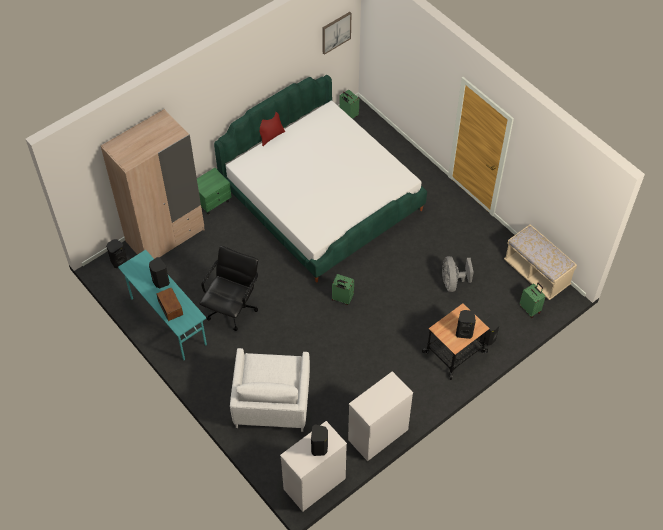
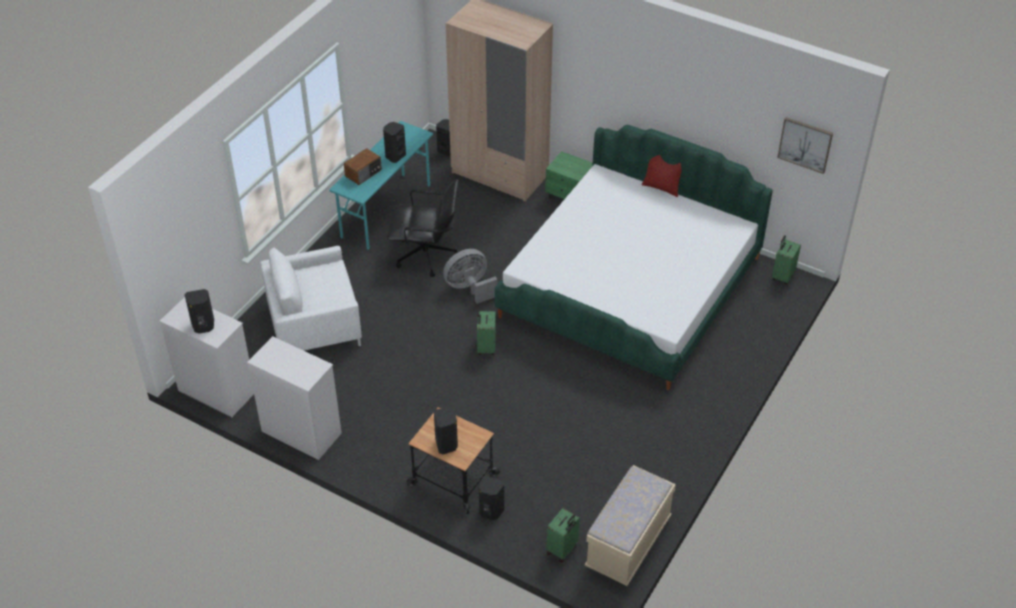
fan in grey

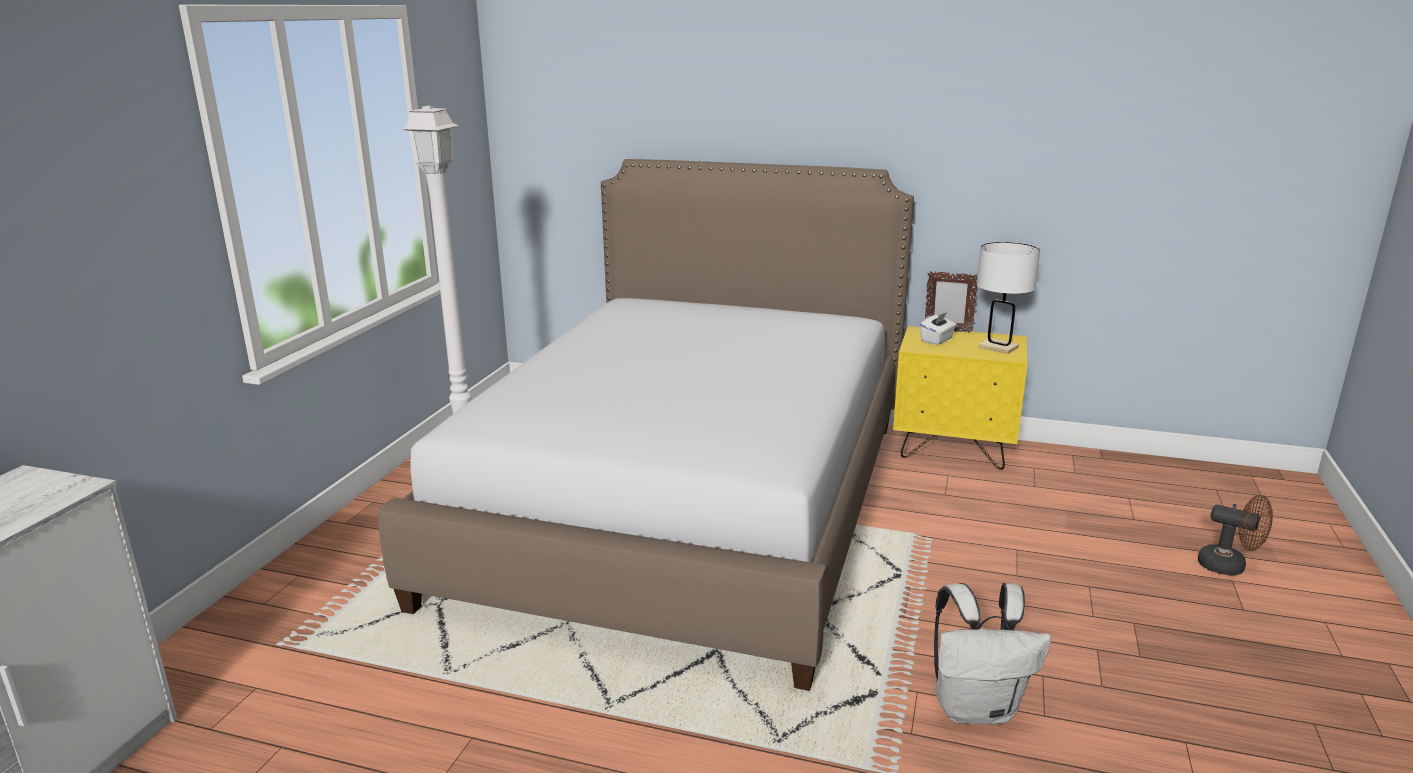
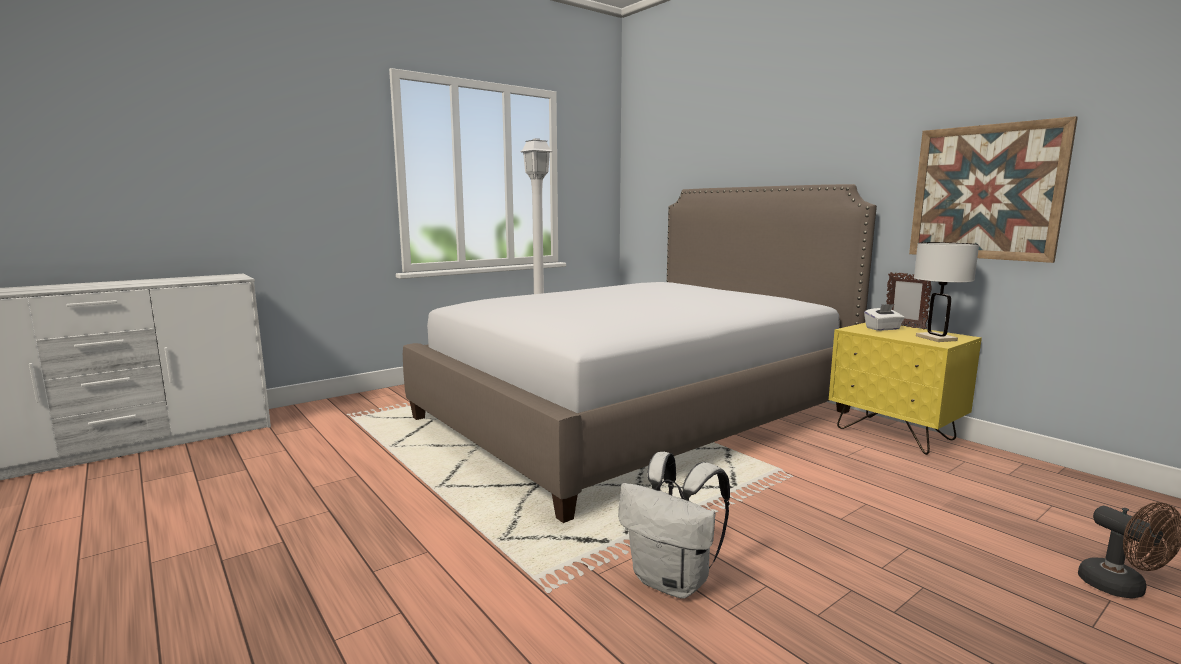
picture

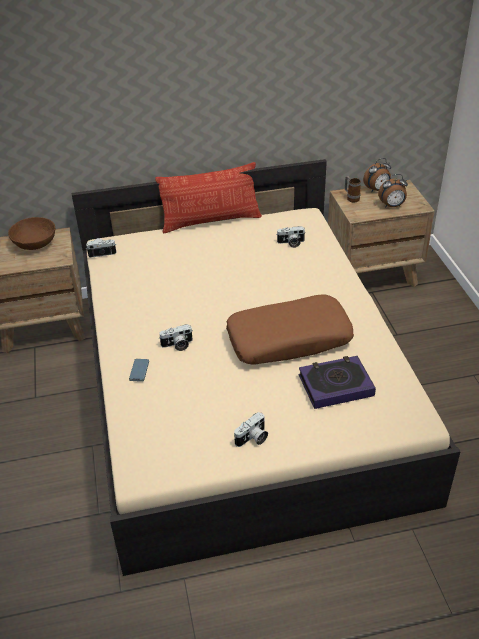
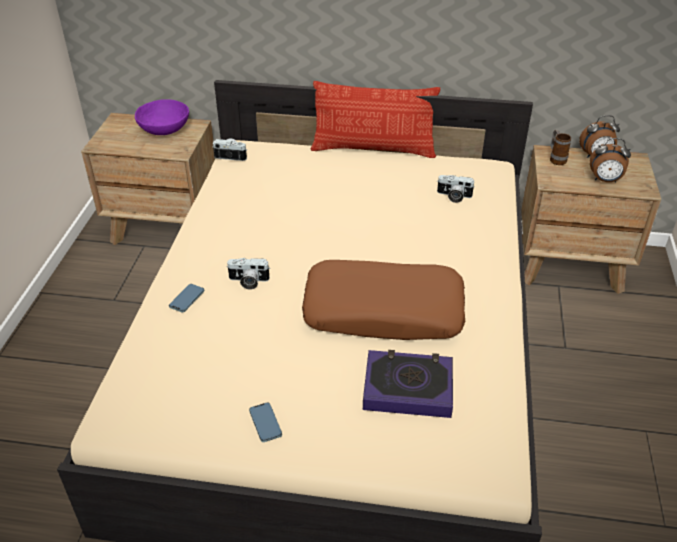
phone (2nd from left); bowl in purple

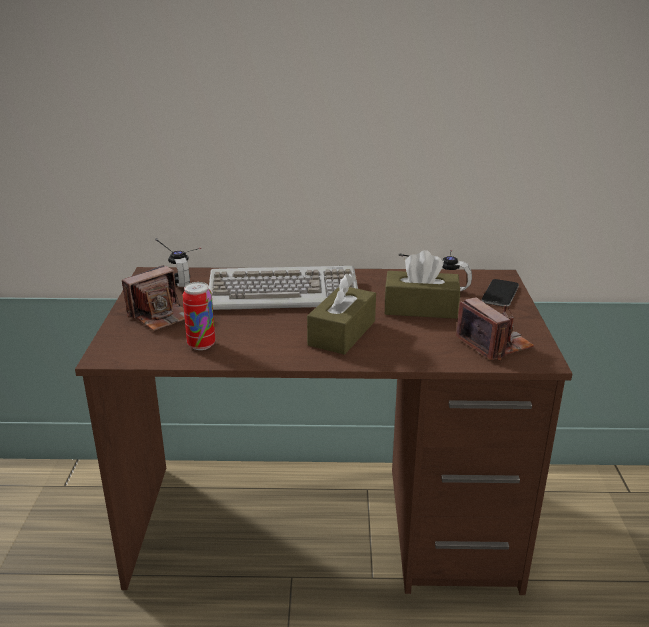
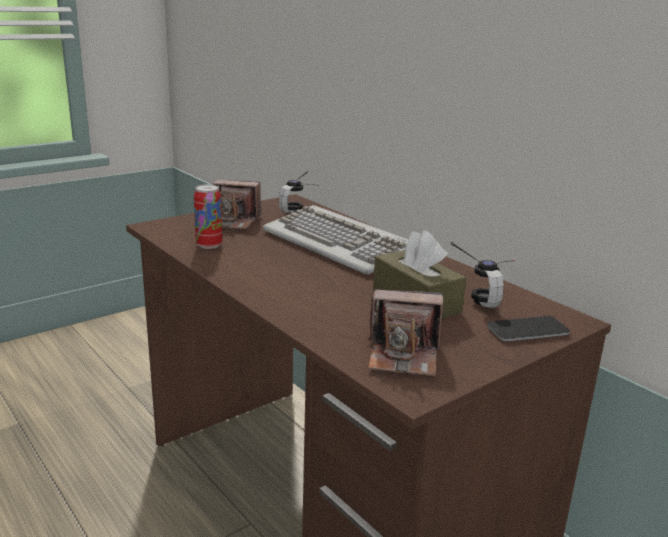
tissue box in brown (1st from left in the first image); photo camera (2nd from left)

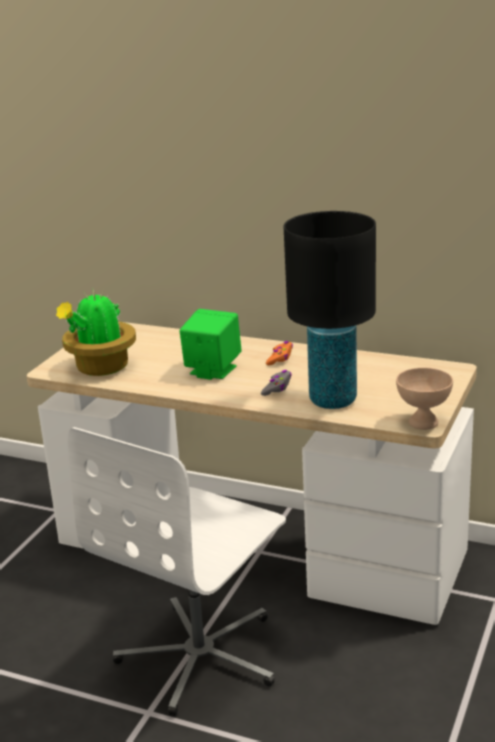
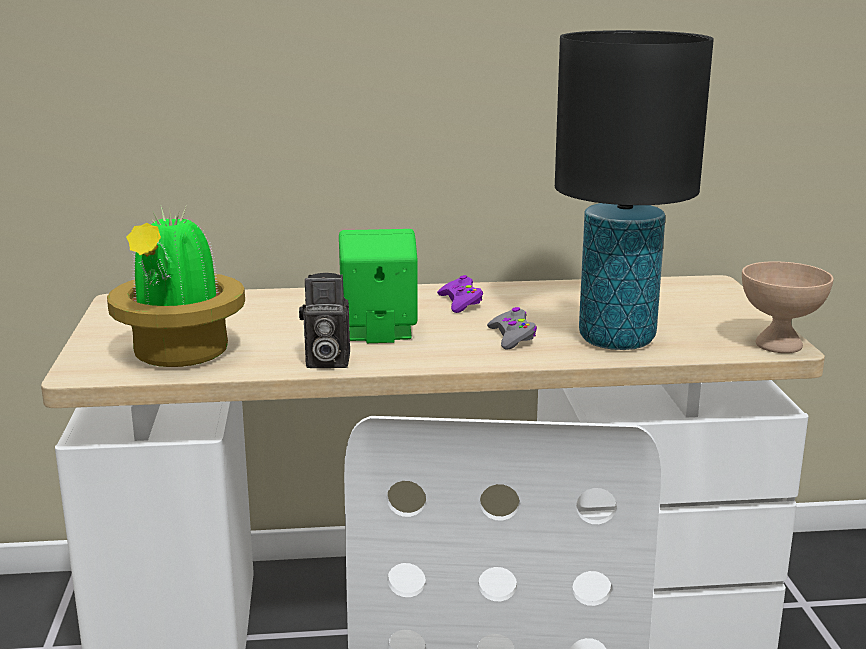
photo camera; game controller in purple

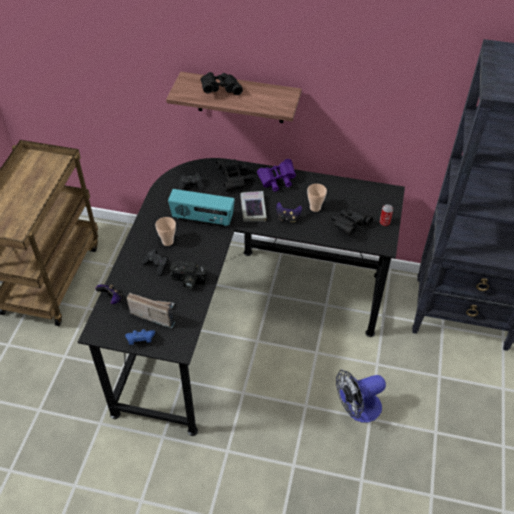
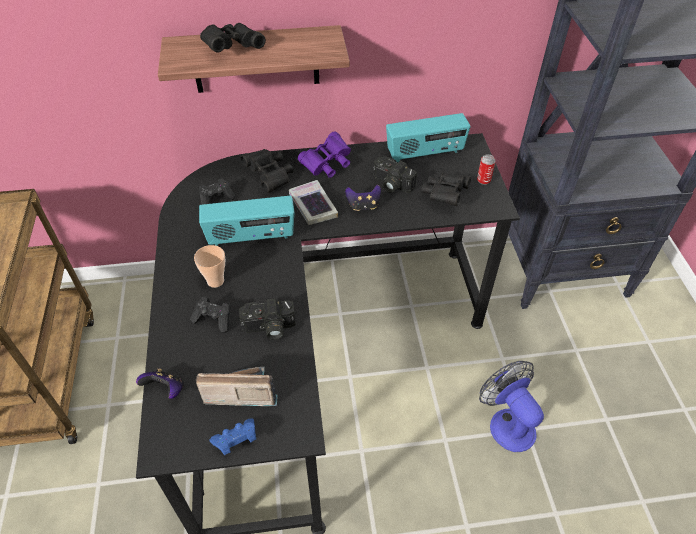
radio (3rd from left); photo camera (2nd from left); fan

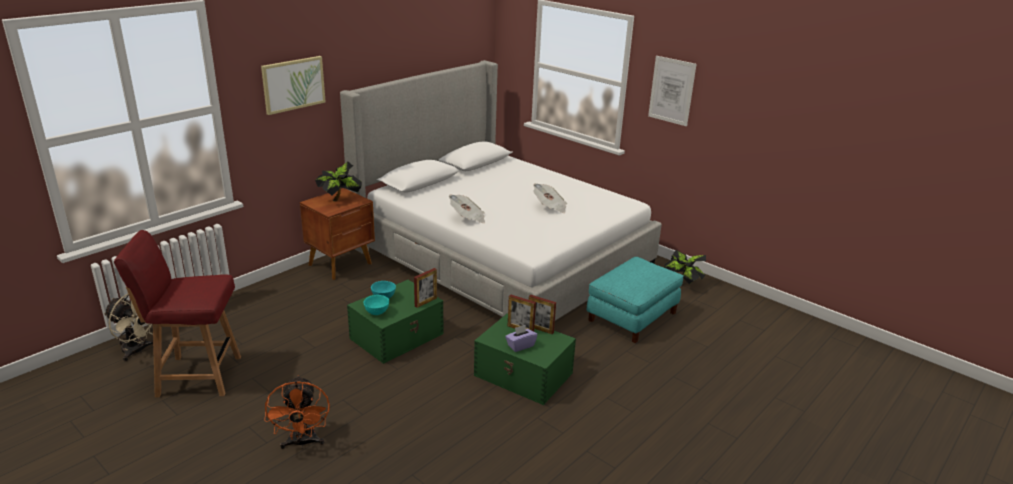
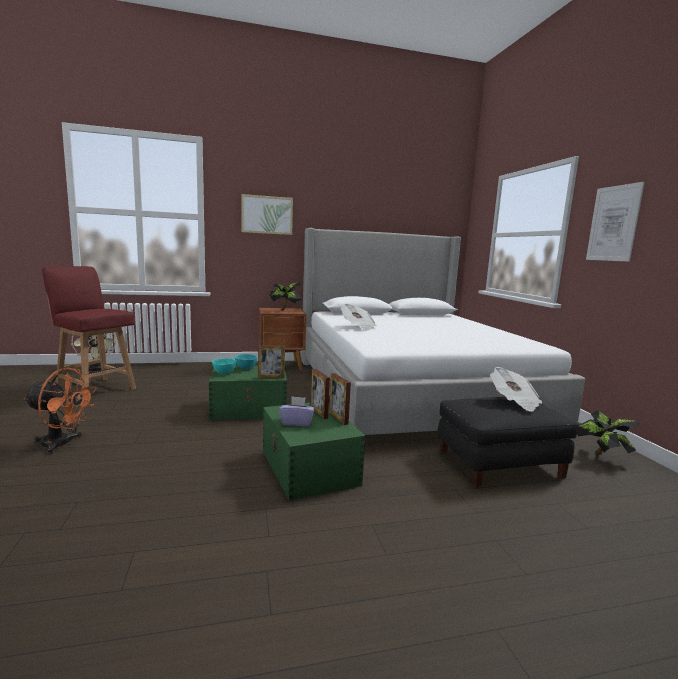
newspaper (2nd from left); ottoman in black; fan in orange

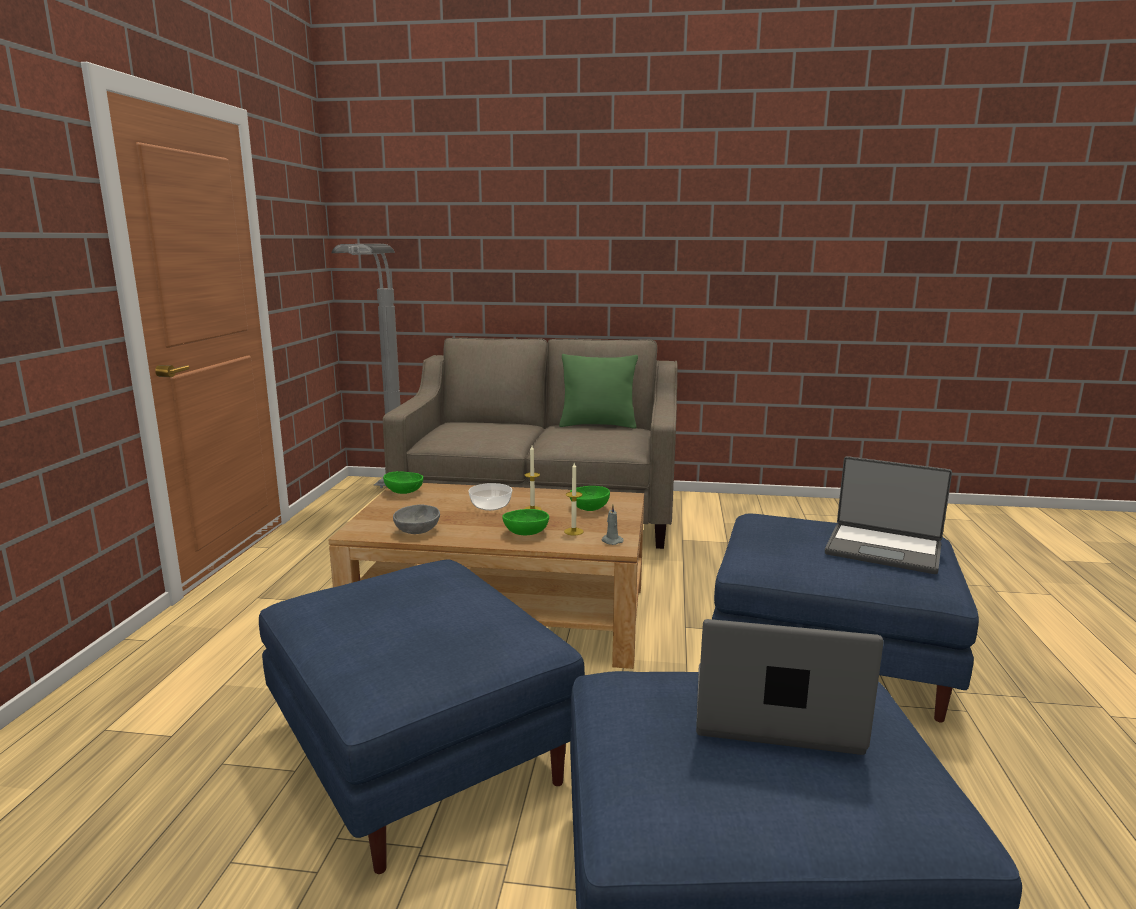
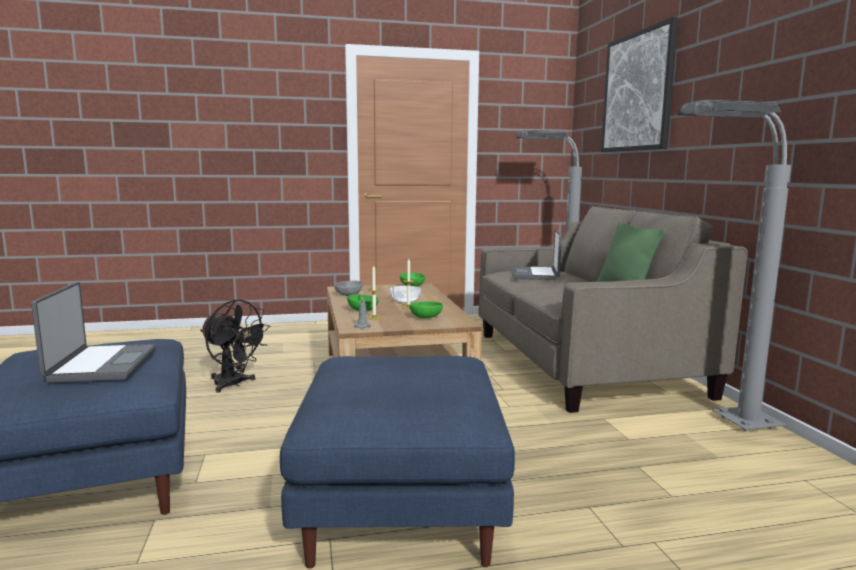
picture; floor lamp in grey (2nd from left); laptop (2nd from left); fan in black

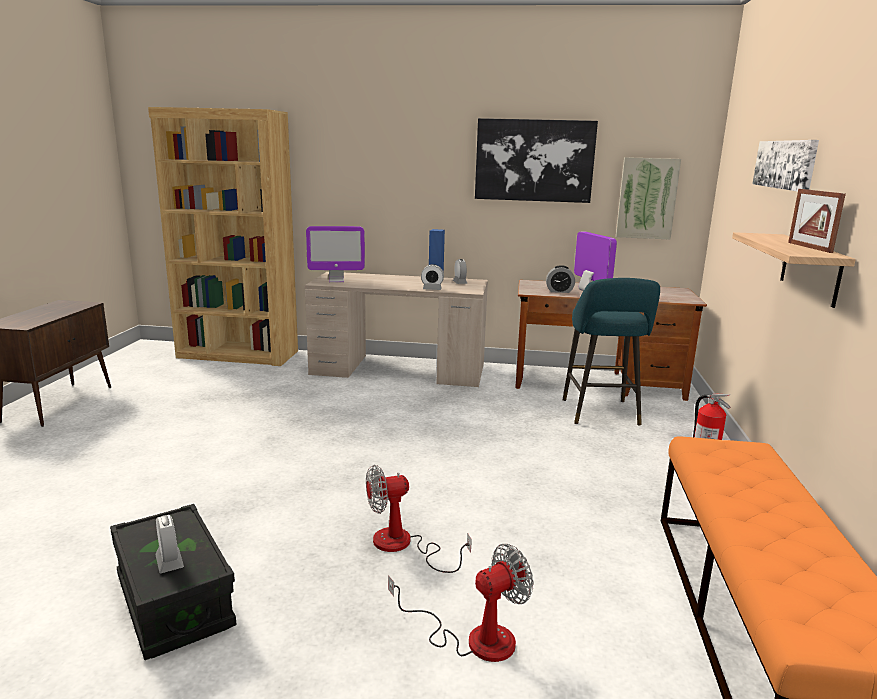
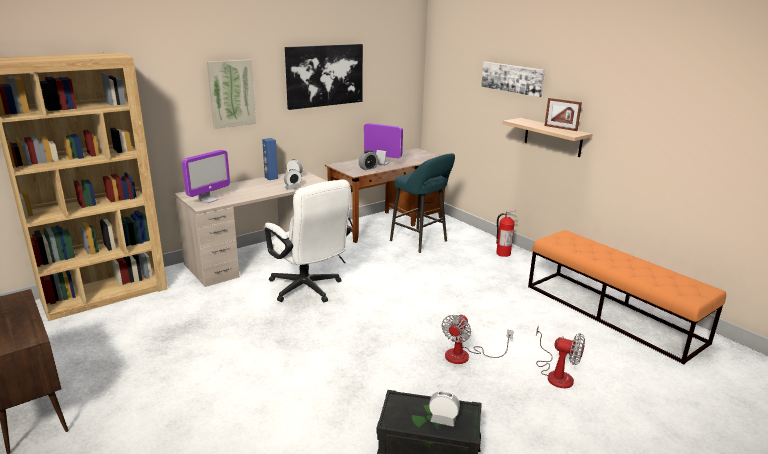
office chair in white; picture (1st from left); fan (2nd from left)

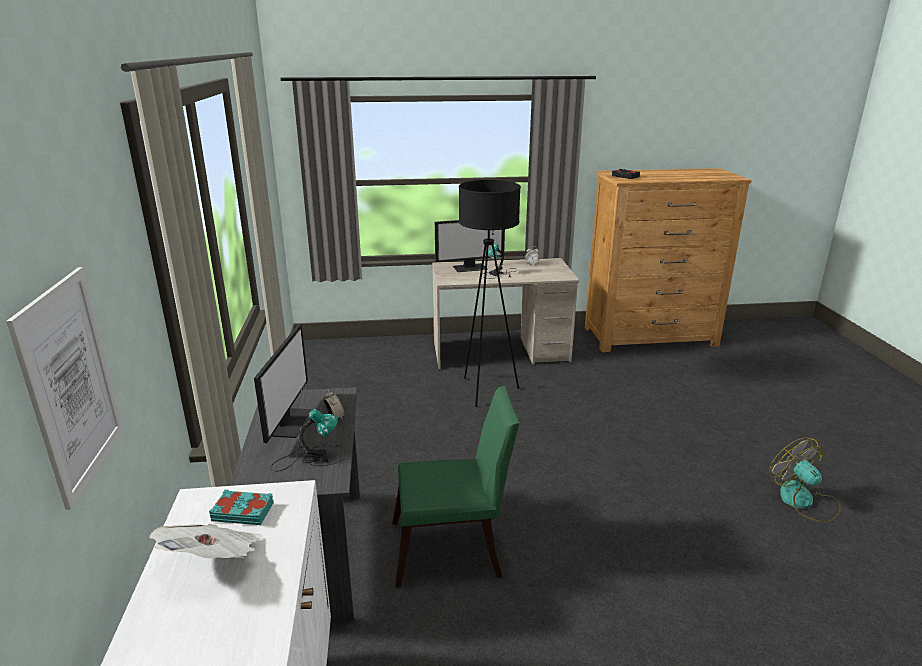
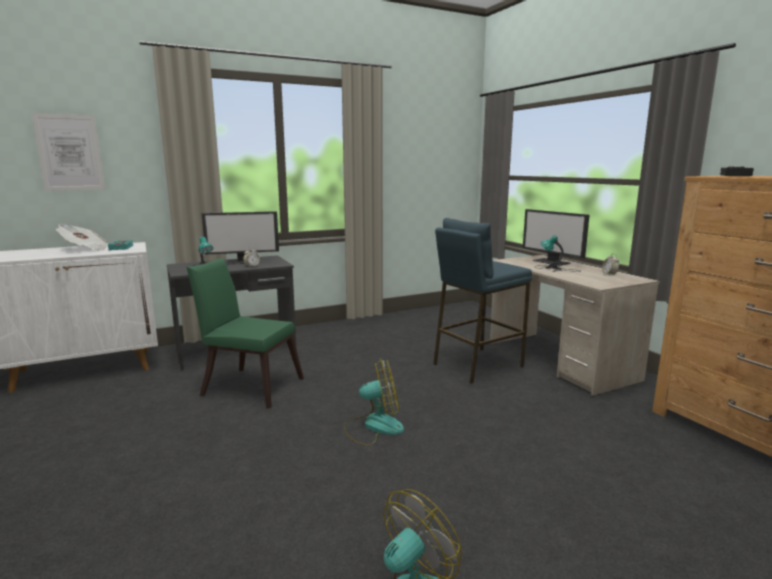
fan (1st from left); stool in blue; chair in green

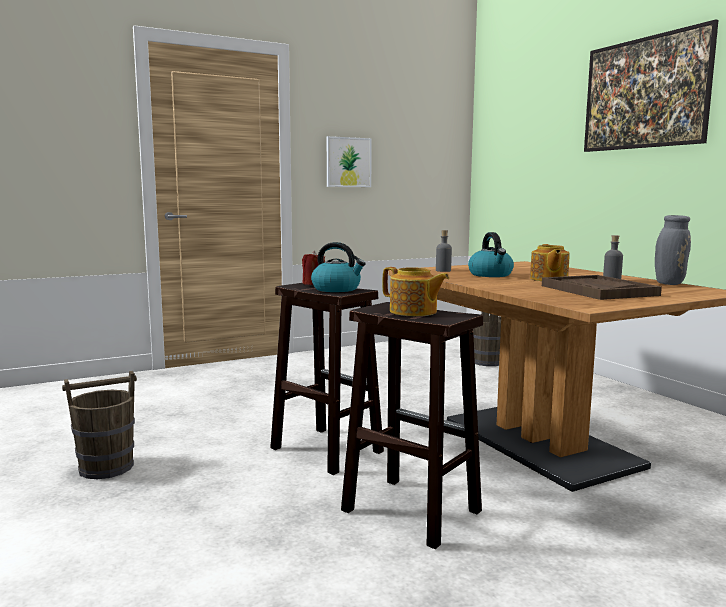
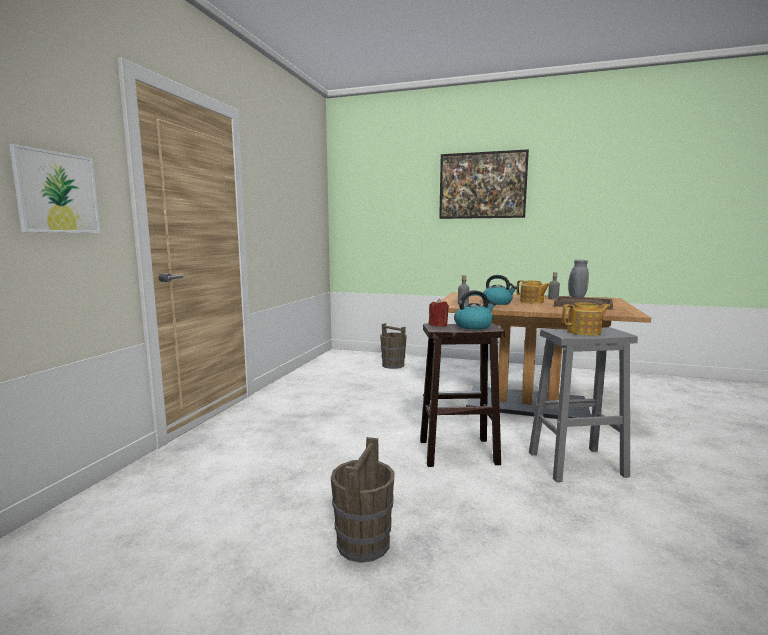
picture (1st from left); stool in grey

